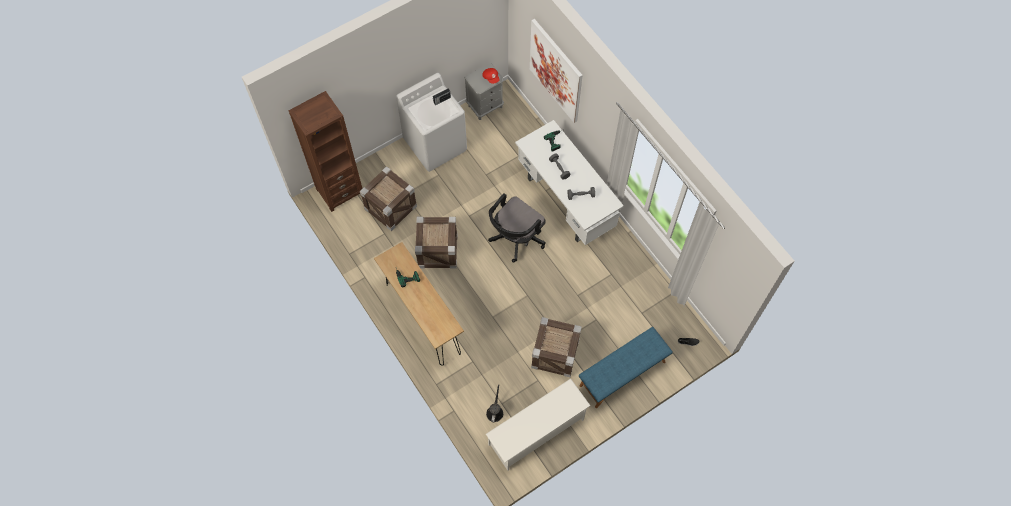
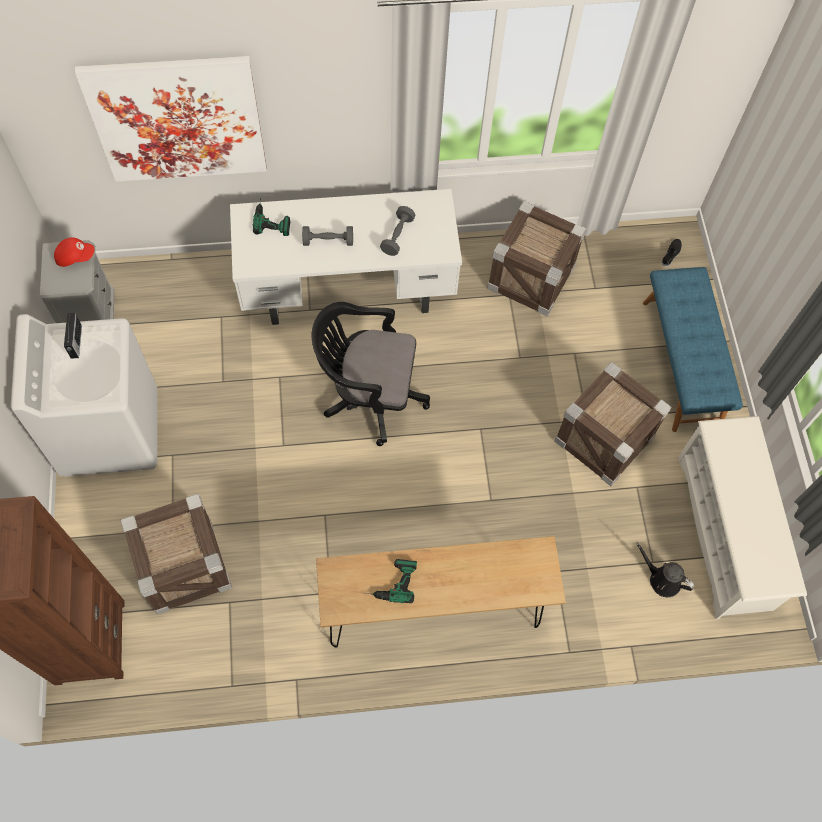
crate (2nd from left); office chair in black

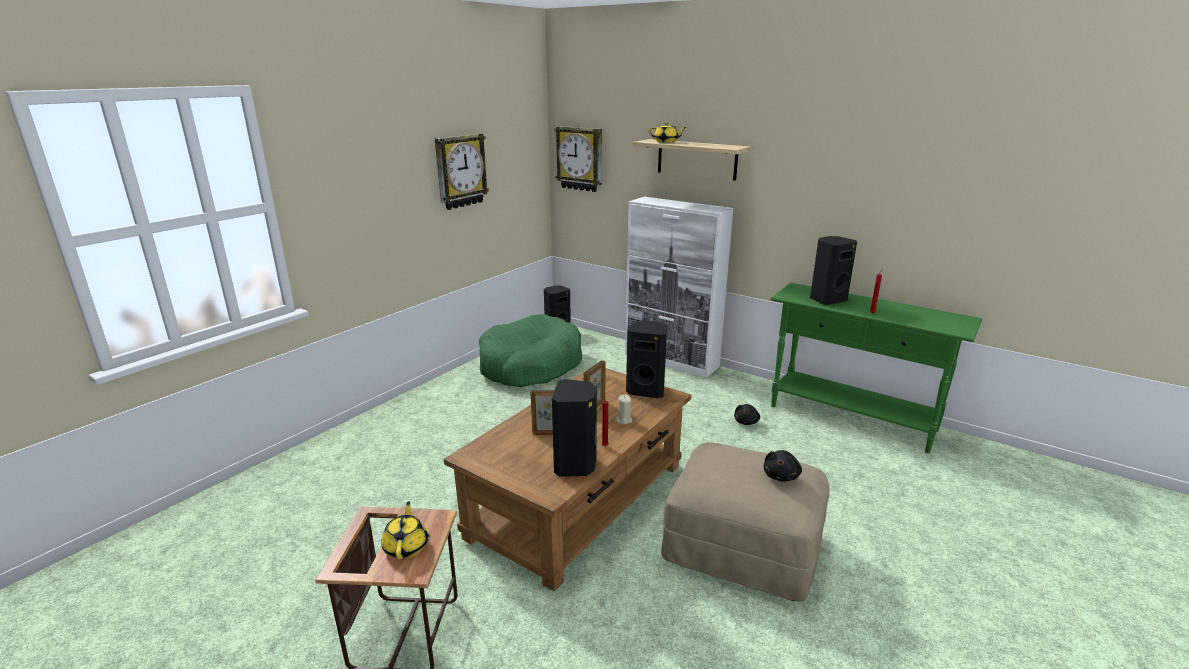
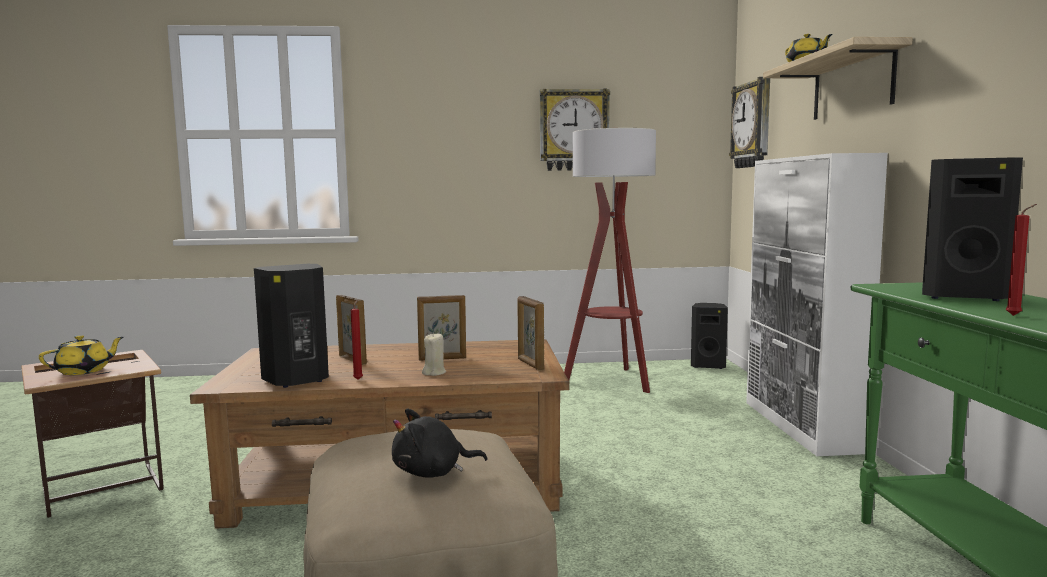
plush toy in black (1st from left in the first image); floor lamp; picture frame (3rd from left)

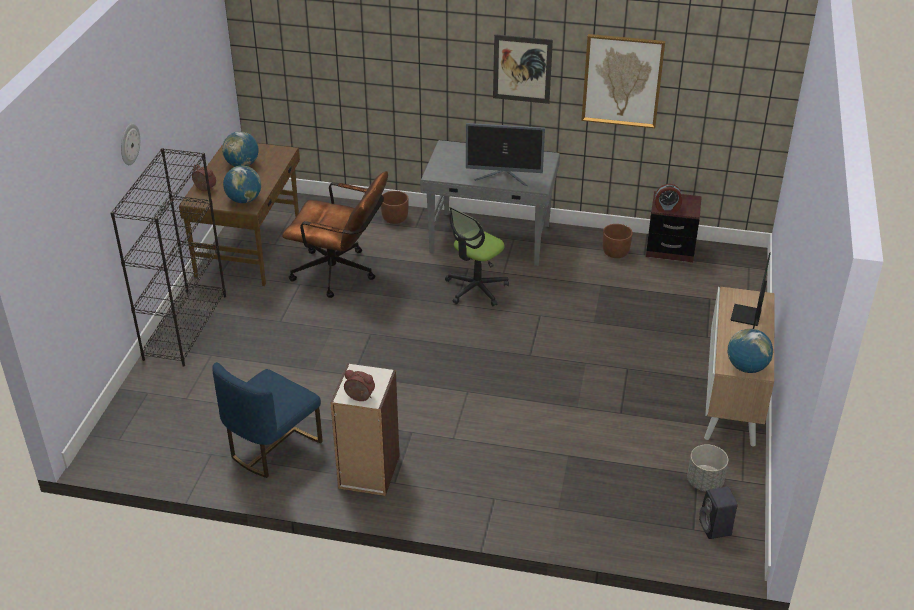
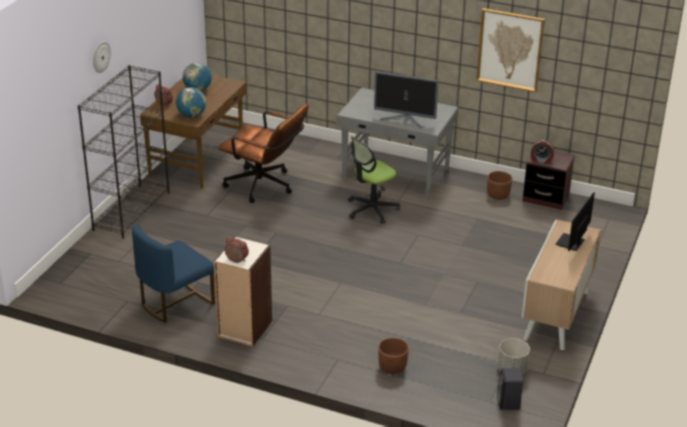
picture (1st from left in the first image); globe (3rd from left in the first image); planter in brown (1st from left)

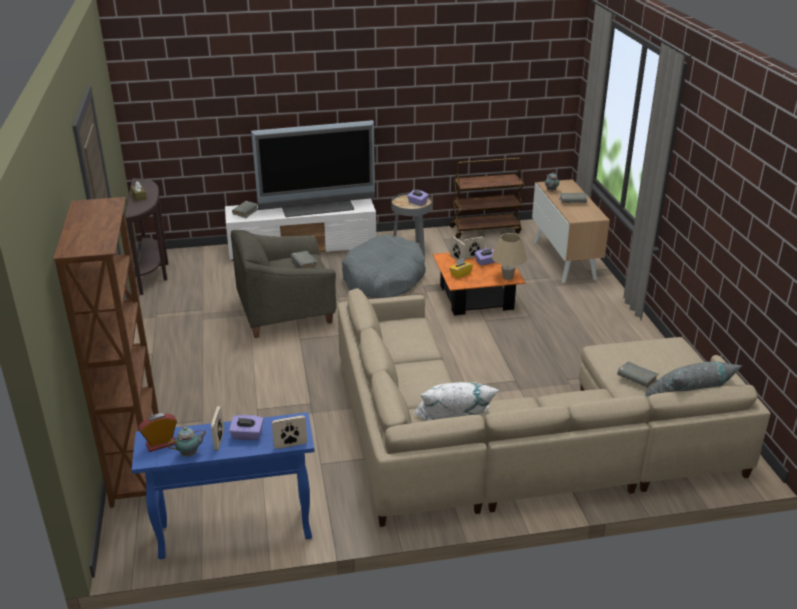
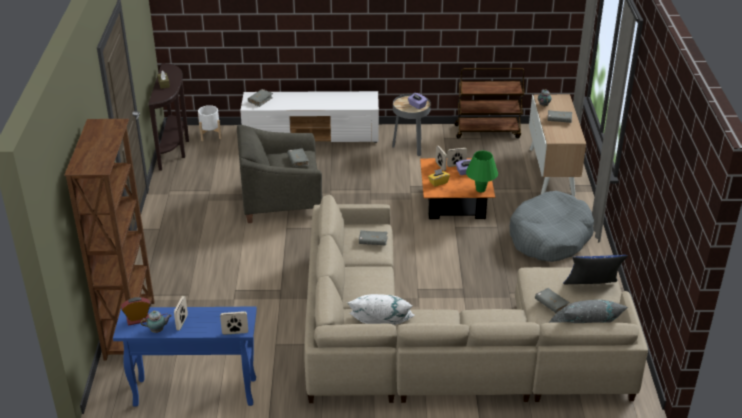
tissue box in purple (1st from left in the first image); television; planter in white; book in grey (3rd from left); pillow in blue; dog bed in grey; table lamp in green

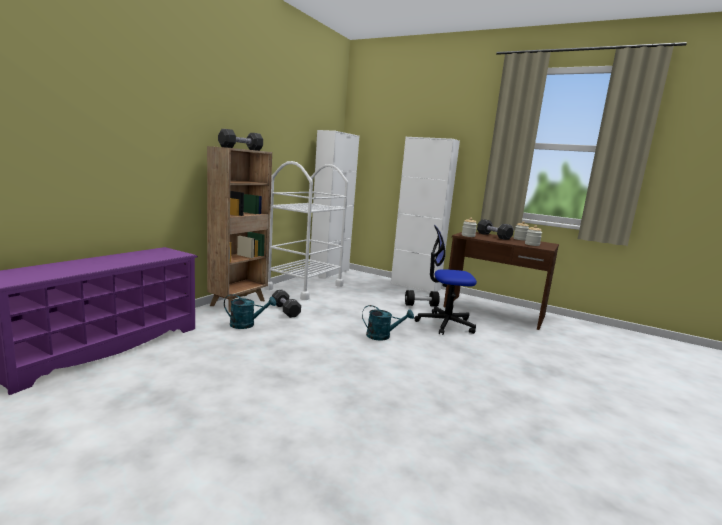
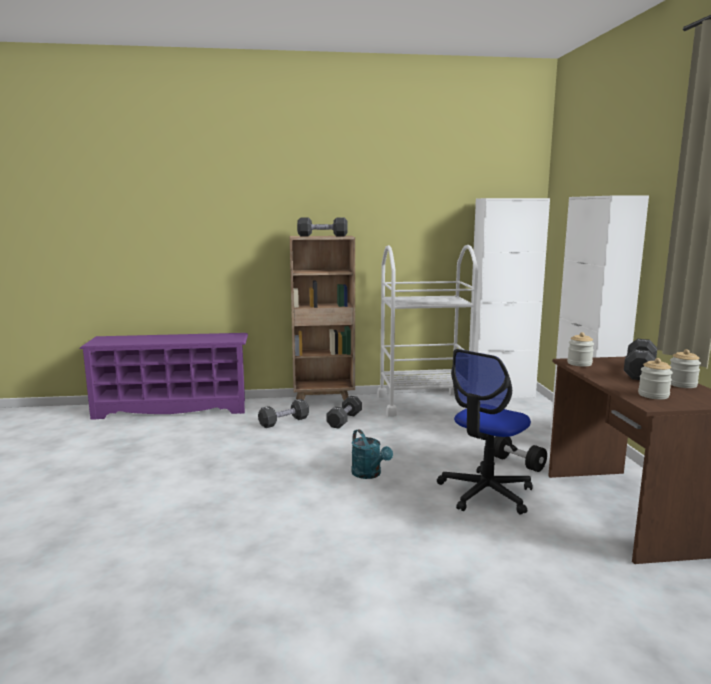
dumbbell in black (1st from left); office chair

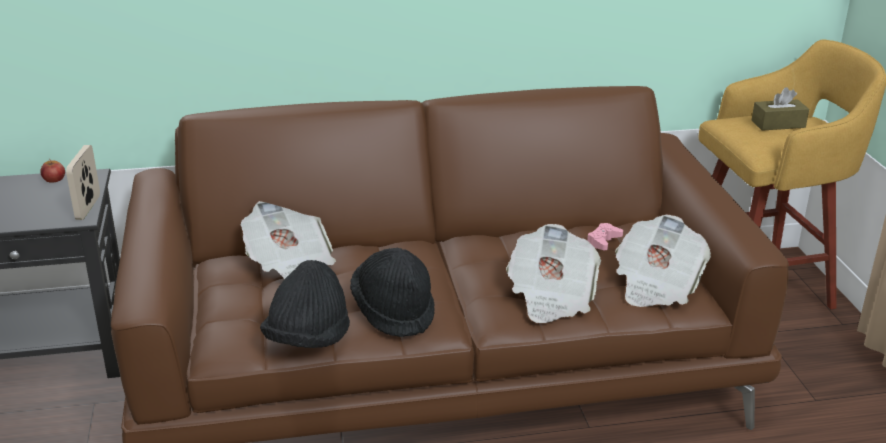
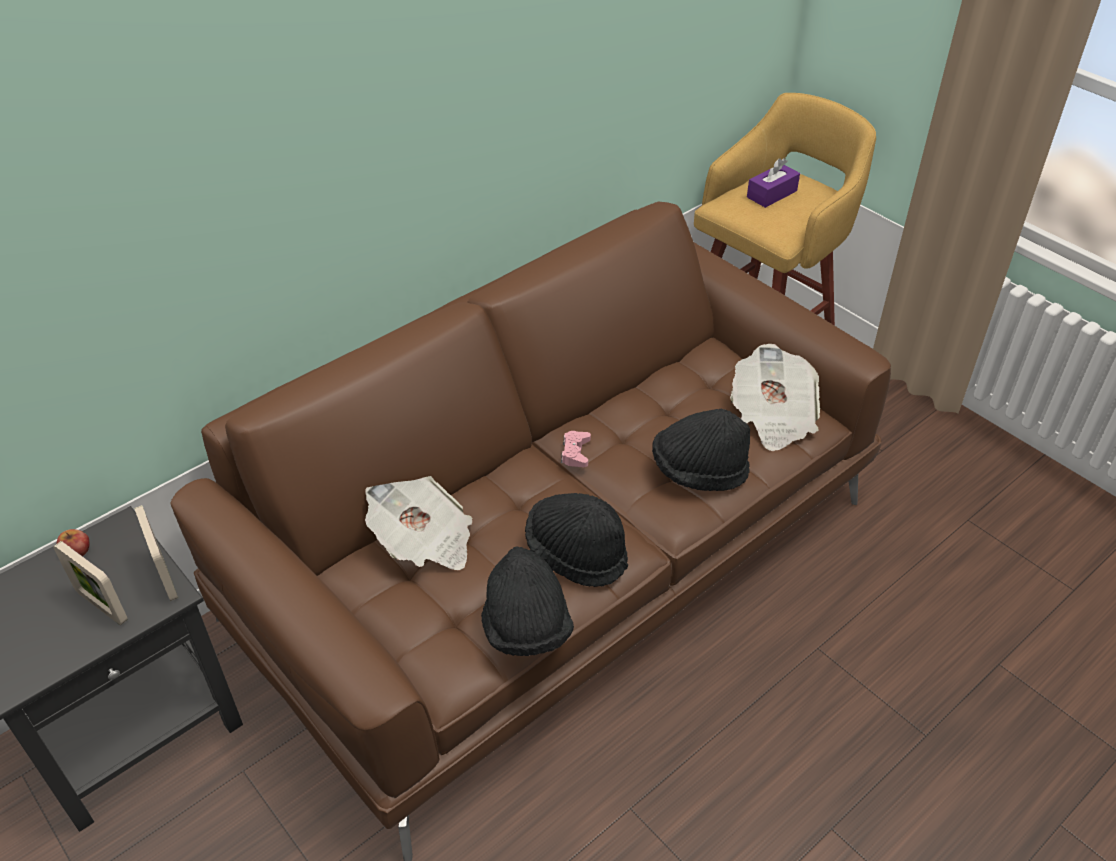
picture frame (1st from left); game controller in pink; hat in black (3rd from left); tissue box in purple

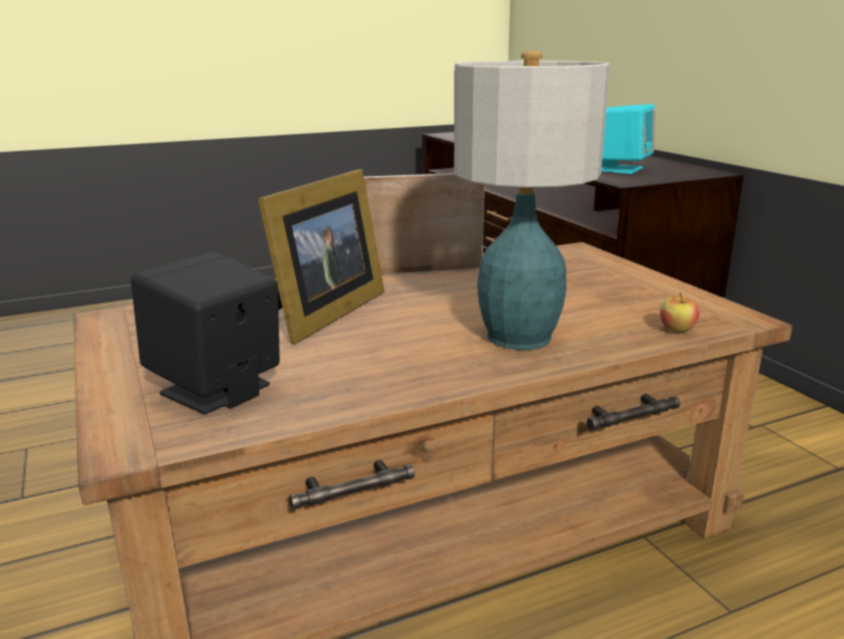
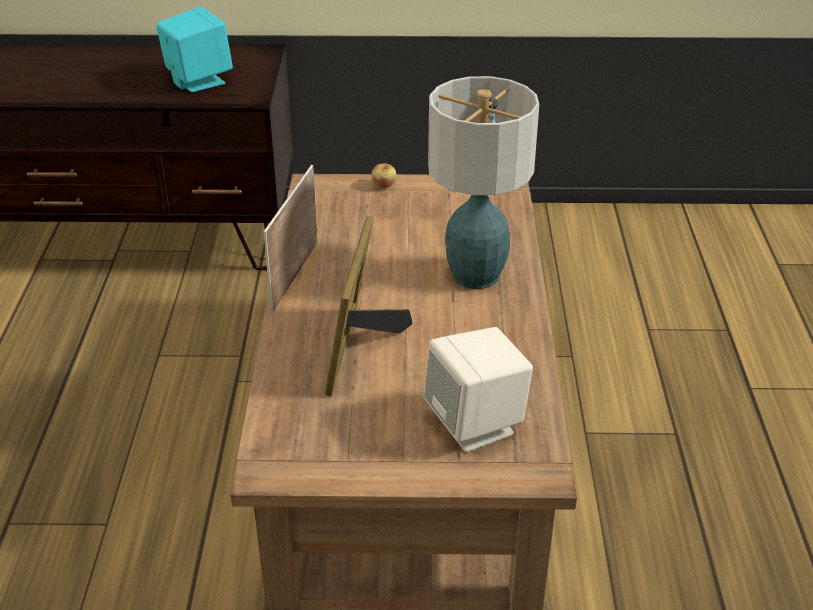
apple; speaker in beige; picture frame (2nd from left)

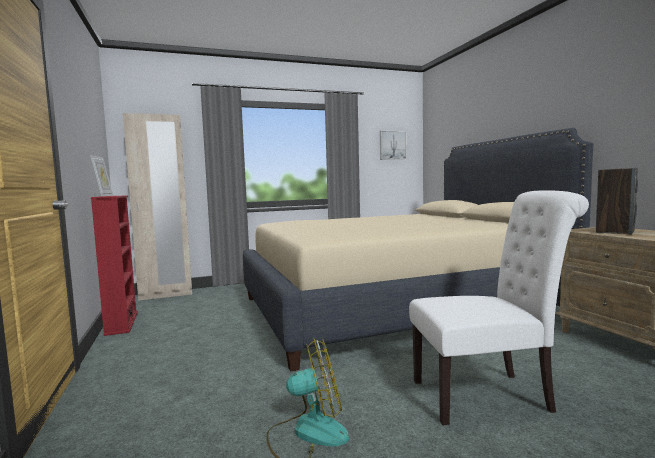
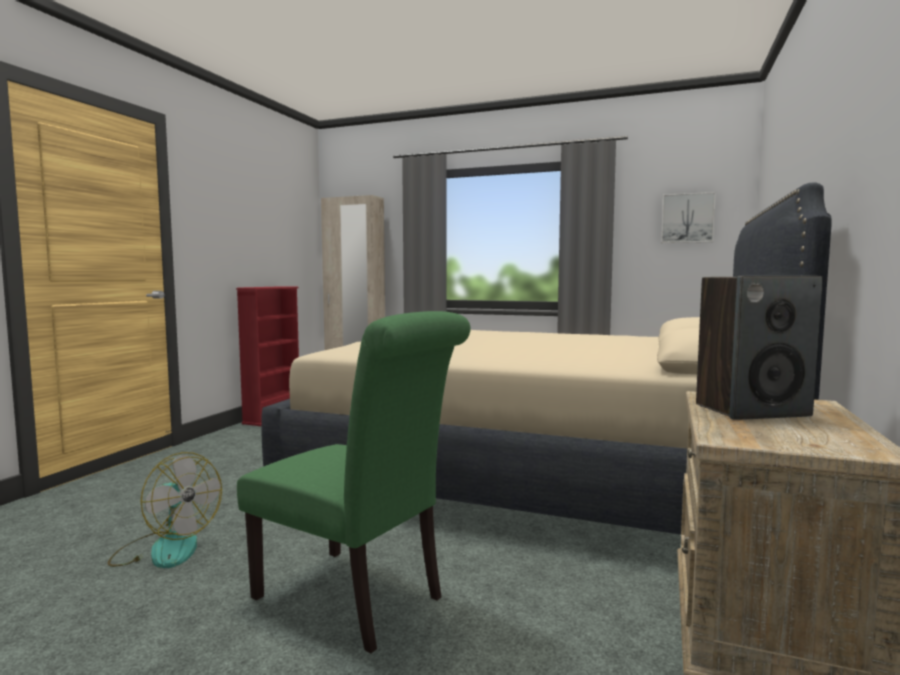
picture frame; chair in green

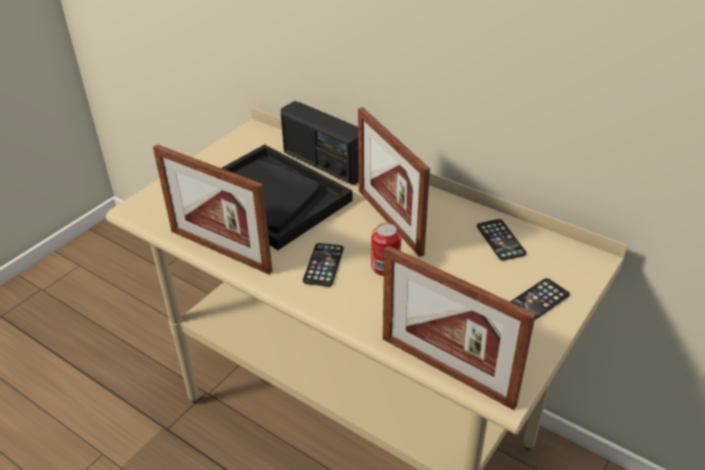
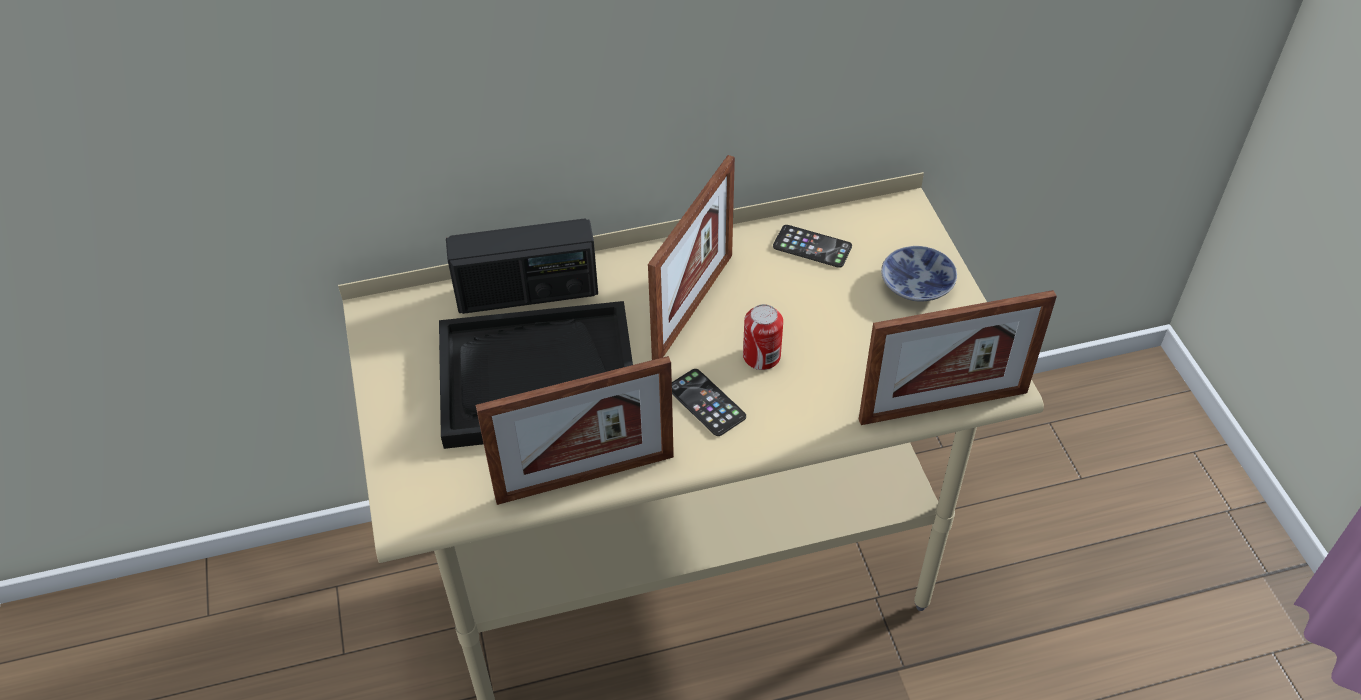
bowl; picture frame (2nd from left)

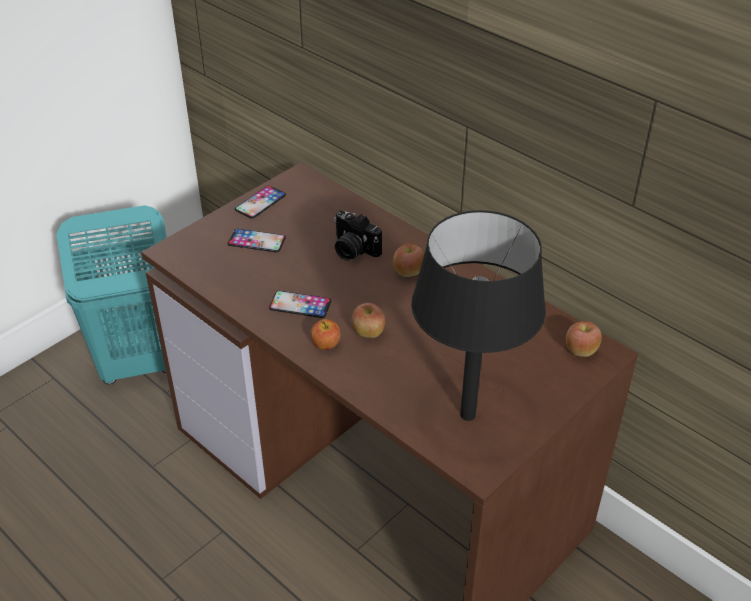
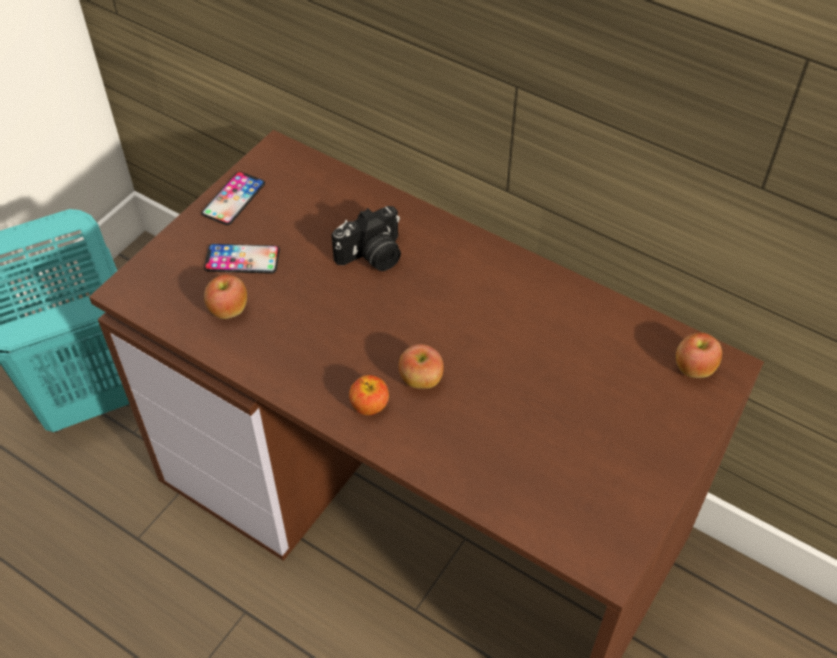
phone (3rd from left in the first image); table lamp in black; apple (1st from left); photo camera

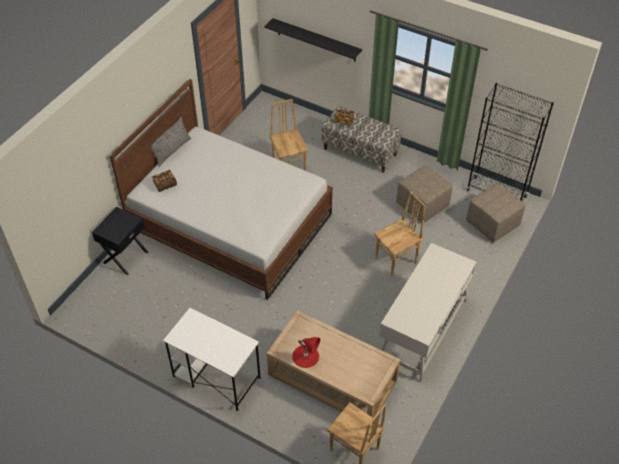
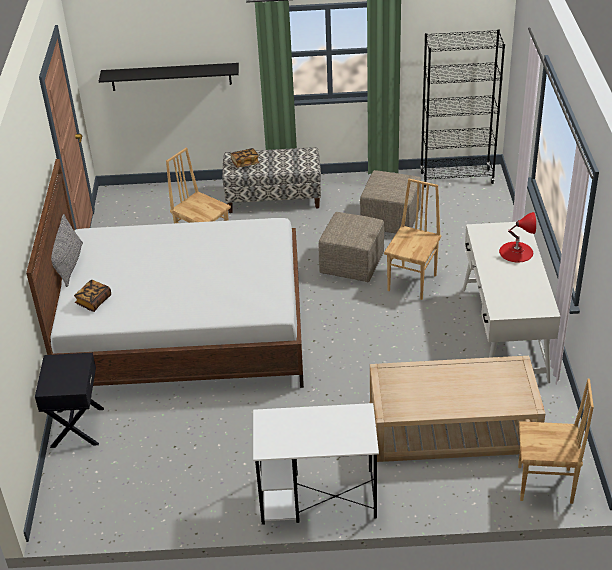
table lamp in red; ottoman in beige (1st from left)

